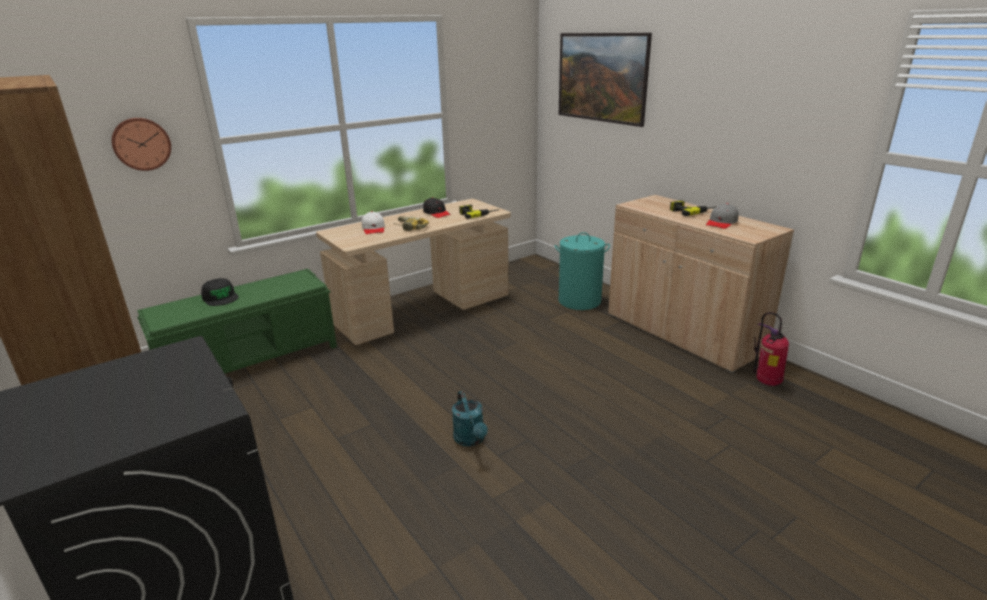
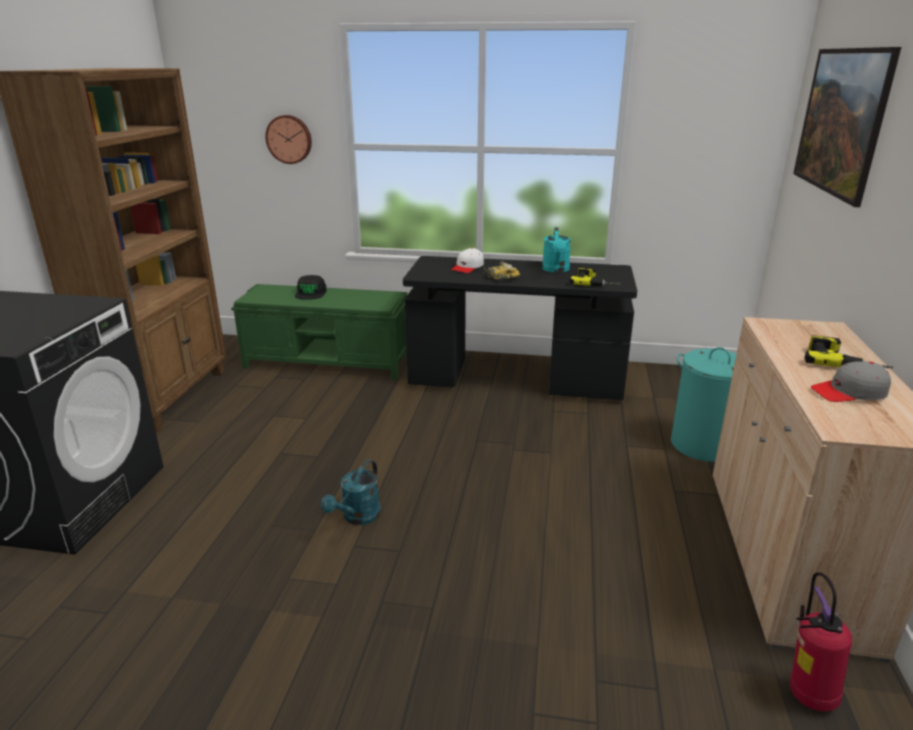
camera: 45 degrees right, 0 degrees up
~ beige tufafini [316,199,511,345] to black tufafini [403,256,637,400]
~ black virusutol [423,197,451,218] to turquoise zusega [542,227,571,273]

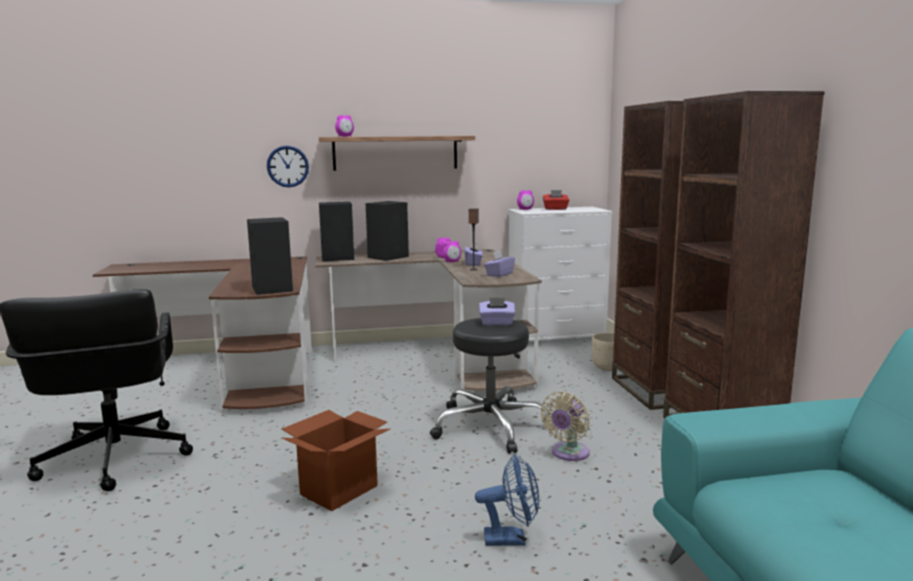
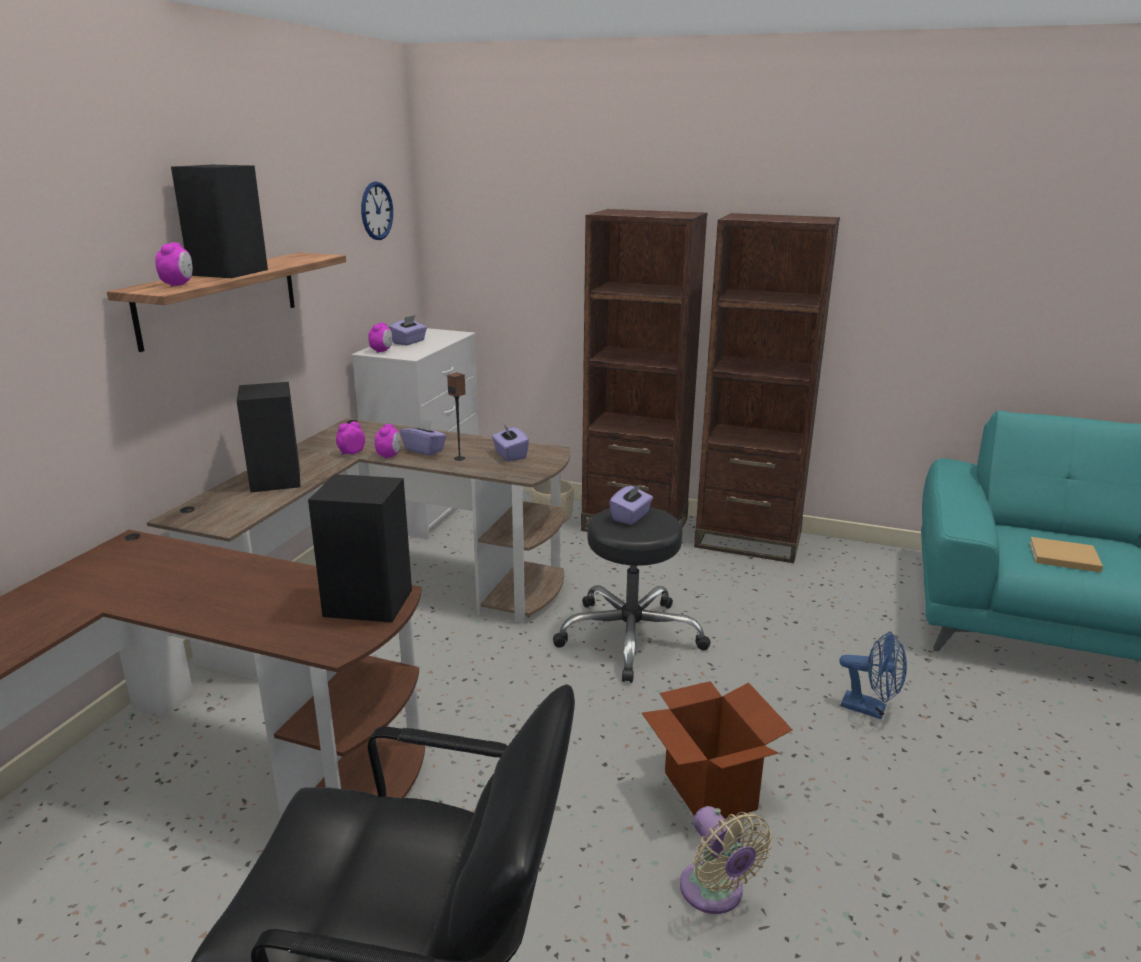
camera: 60 degrees left, 10 degrees up
~ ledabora [267,146,309,187] to [361,181,393,240]
~ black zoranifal [319,202,354,261] to [171,165,268,278]
~ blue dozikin [475,454,539,546] = [839,631,907,719] 90 degrees clockwise
~ beige dozikin [540,392,590,461] to [680,806,772,914]
~ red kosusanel [543,190,569,210] to purple kosusanel [389,315,427,345]
+ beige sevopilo [1029,537,1103,573]

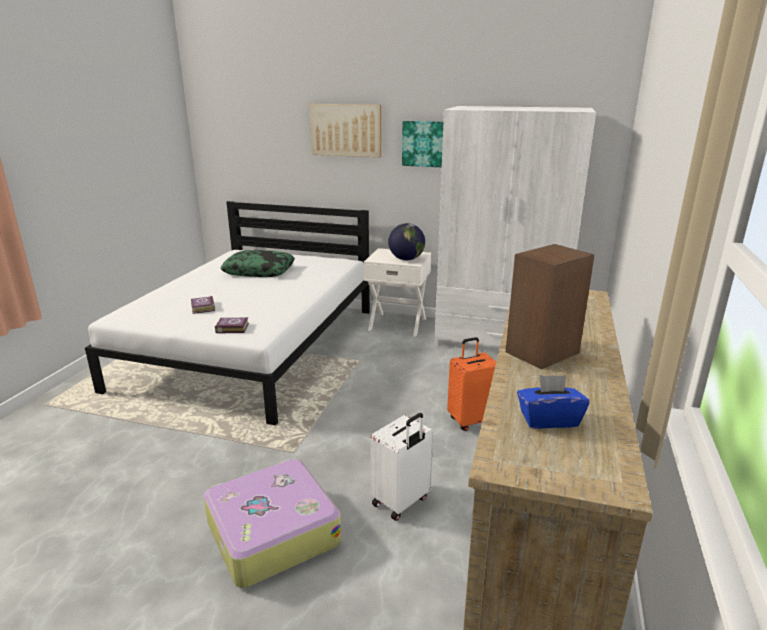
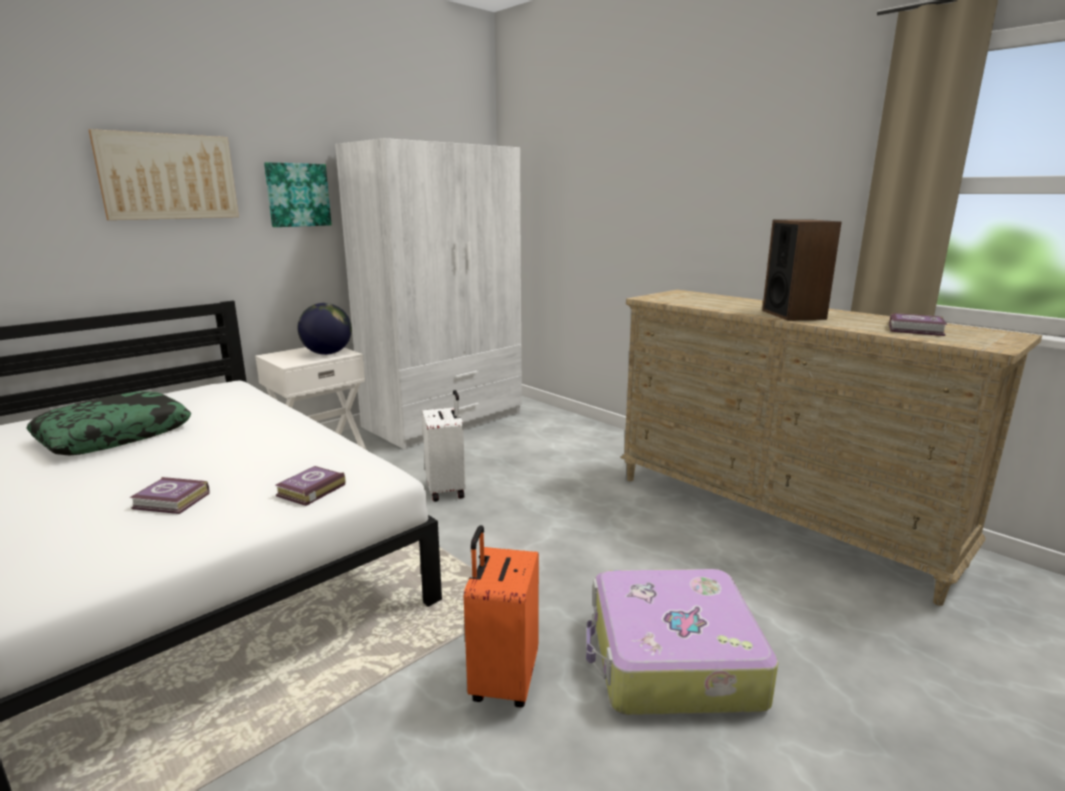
camera: 60 degrees left, 5 degrees down
~ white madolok [371,413,434,521] to [422,390,466,502]
~ orange madolok [447,337,496,431] to [464,525,539,708]
~ blue kosusanel [517,375,590,429] to sevopilo [889,313,947,336]

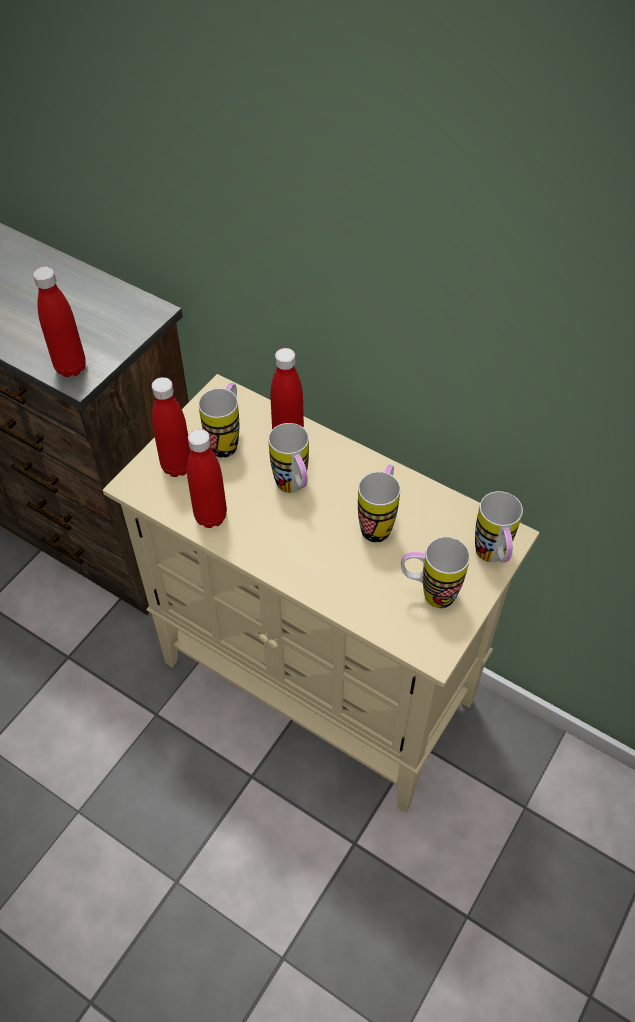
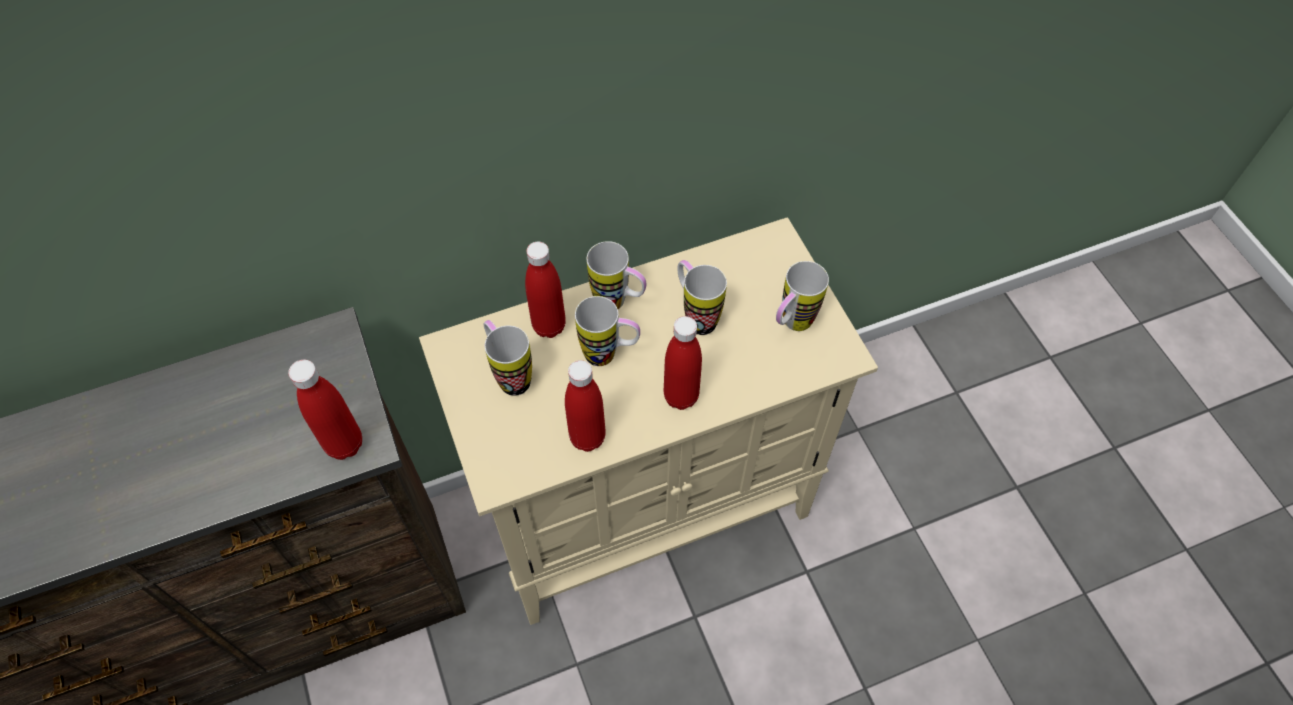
camera: 55 degrees left, 5 degrees up
~ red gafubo [152,377,191,477] to [663,316,702,410]
~ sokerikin [475,491,523,562] to [587,241,647,309]

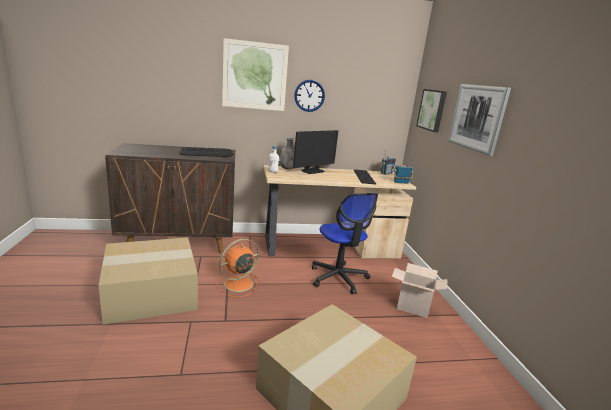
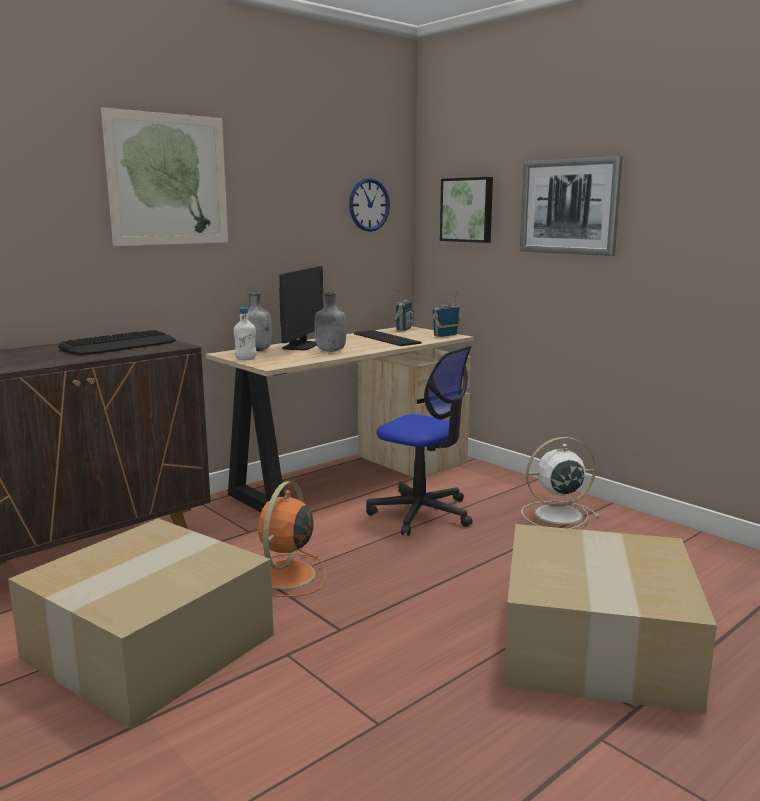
camera: 30 degrees left, 5 degrees down
~ ledabora [294,80,325,112] to [349,178,390,232]
~ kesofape [392,263,448,318] to white dozikin [521,437,599,529]
+ grey gafubo [315,291,346,352]

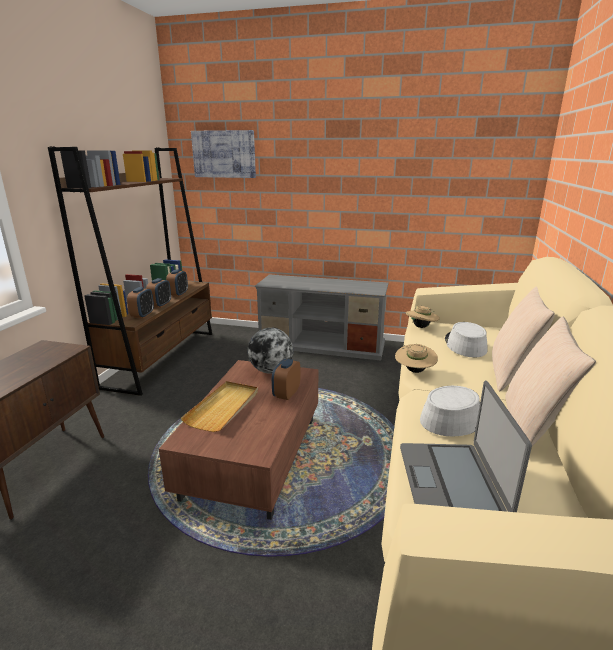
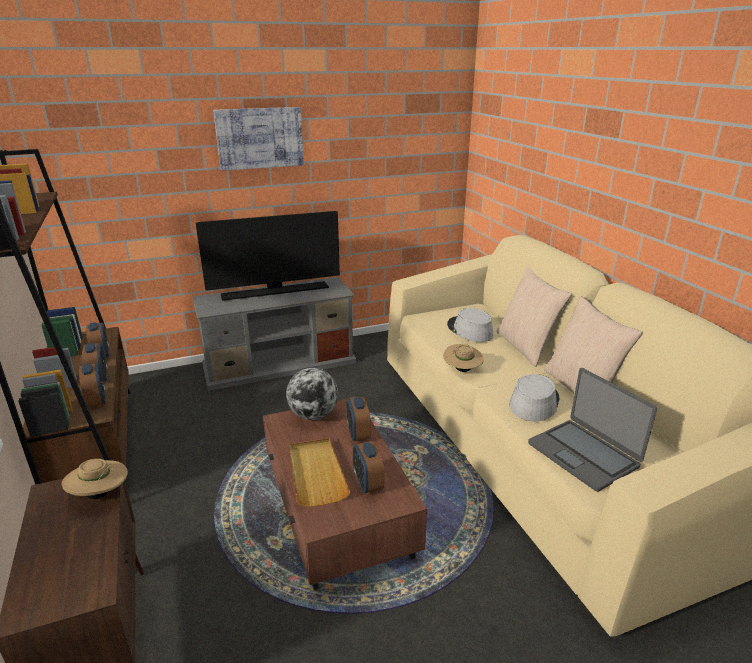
camera: 35 degrees left, 5 degrees up
~ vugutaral [191,130,256,178] to [213,107,304,171]
~ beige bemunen [406,306,440,328] to [62,458,128,499]
+ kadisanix [196,211,340,301]
+ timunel [353,441,384,493]

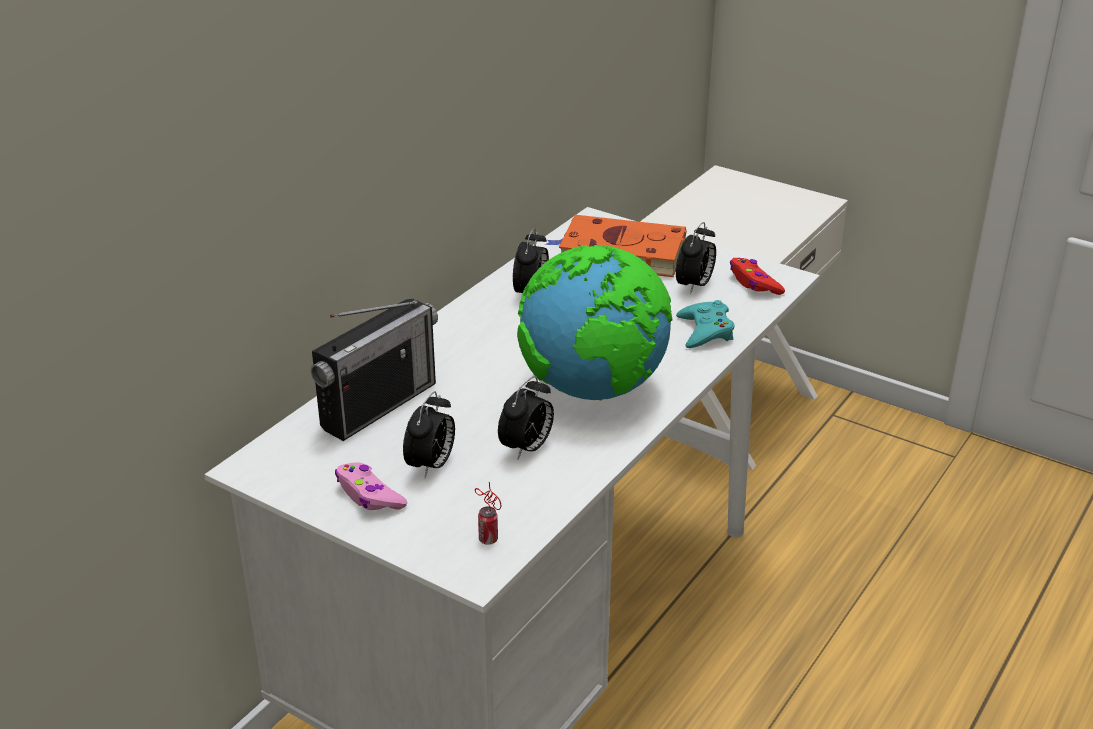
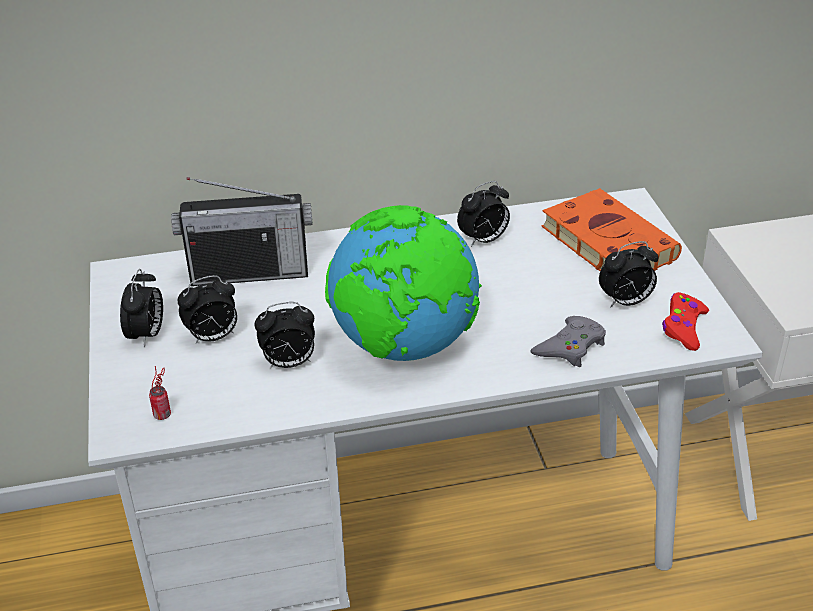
camera: 45 degrees right, 5 degrees up
~ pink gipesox [335,462,407,510] to timunel [120,269,163,347]
~ turquoise gipesox [676,300,735,348] to grey gipesox [530,316,606,367]

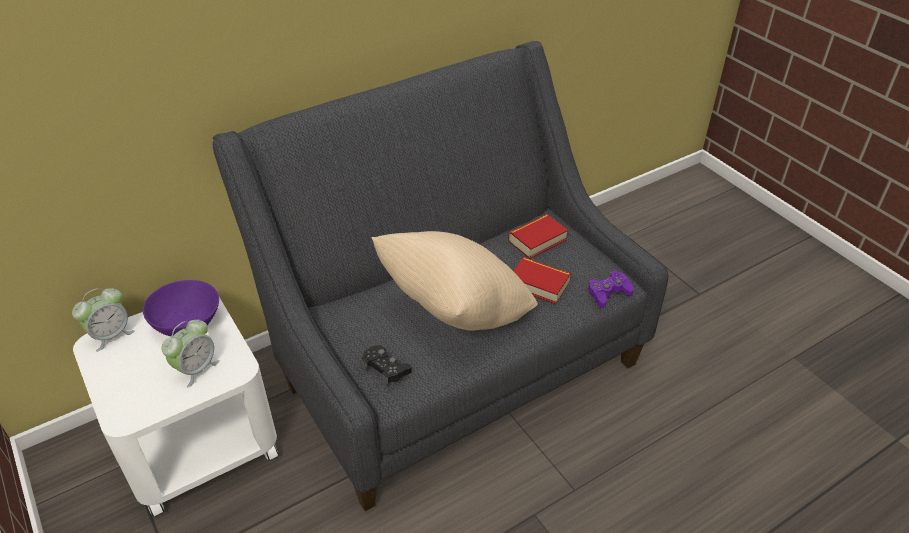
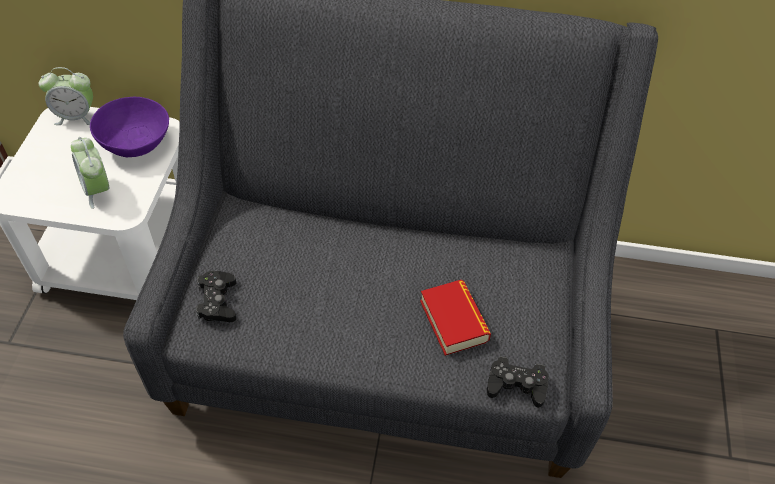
camera: 40 degrees right, 10 degrees up
~ timunel [161,319,220,387] = [71,137,109,209] 75 degrees clockwise
- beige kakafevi [372,231,538,331]
- sevopilo [508,214,568,259]
~ purple gipesox [588,270,634,308] to black gipesox [487,356,549,408]

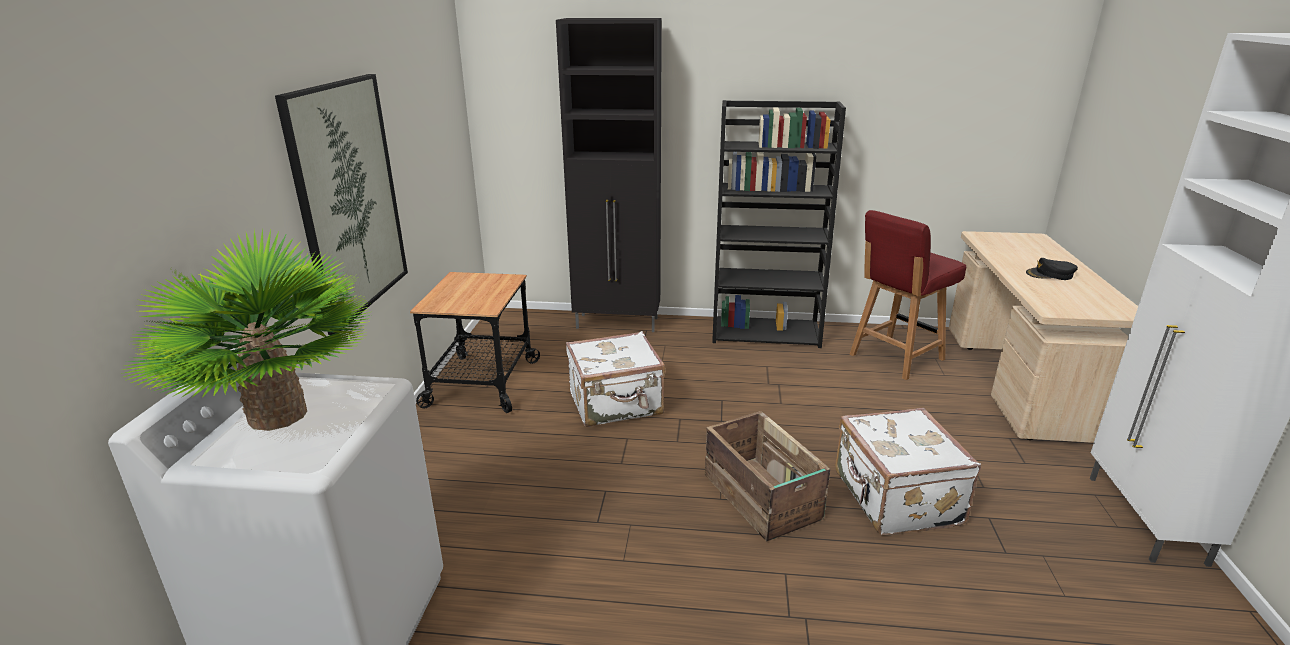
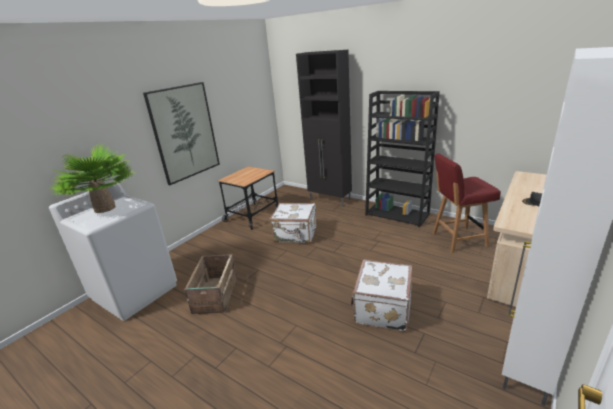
camera: 30 degrees right, 0 degrees up
~ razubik [705,411,831,542] to [184,254,237,314]

